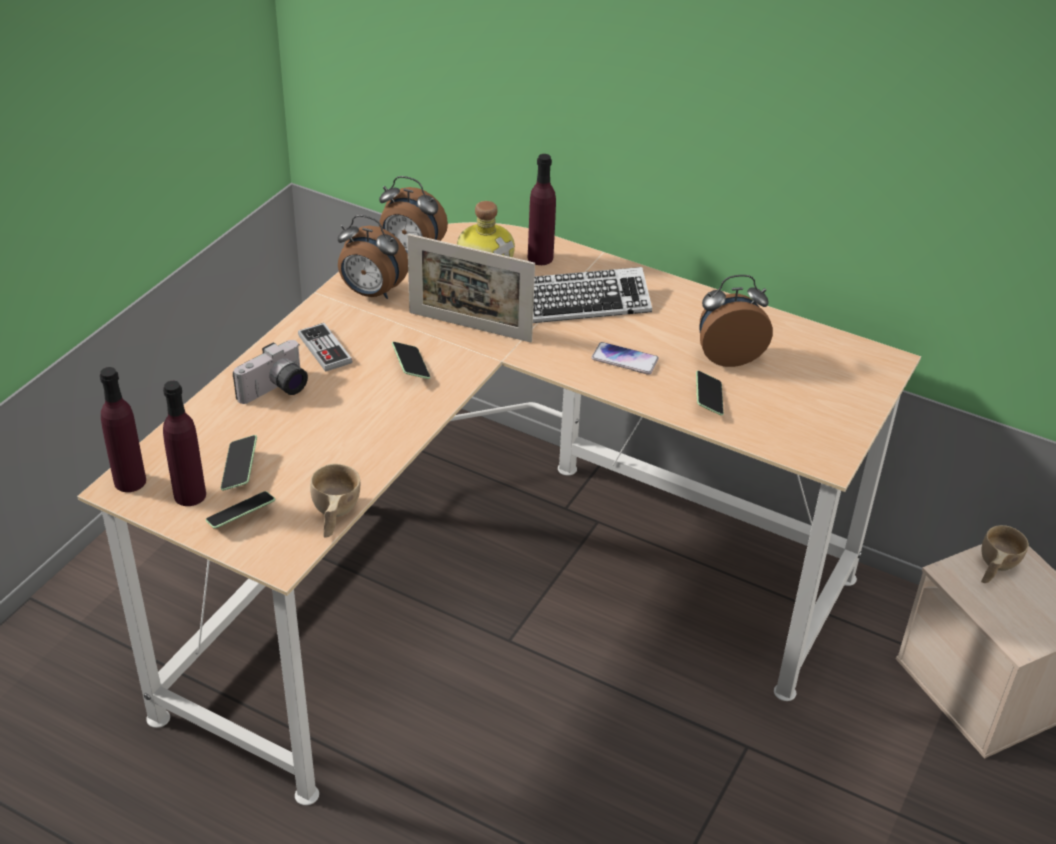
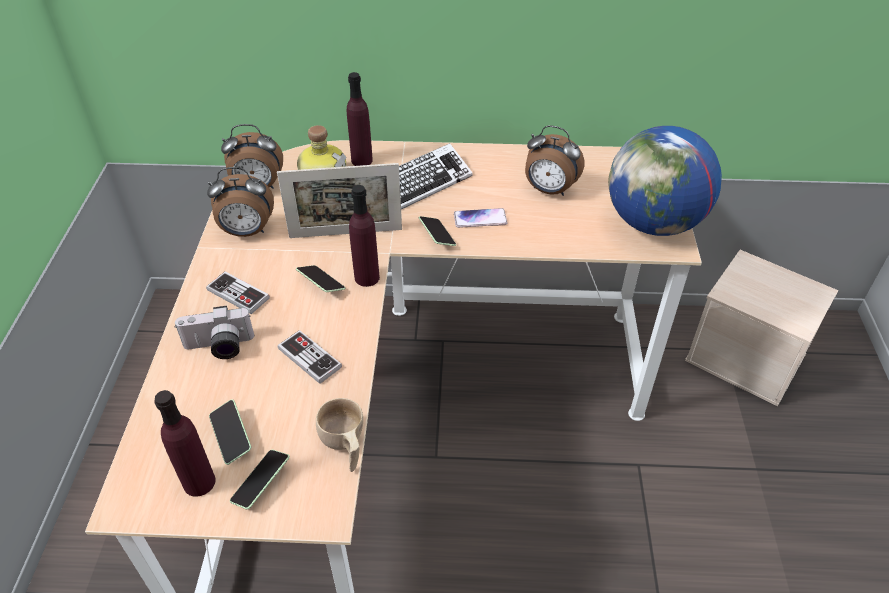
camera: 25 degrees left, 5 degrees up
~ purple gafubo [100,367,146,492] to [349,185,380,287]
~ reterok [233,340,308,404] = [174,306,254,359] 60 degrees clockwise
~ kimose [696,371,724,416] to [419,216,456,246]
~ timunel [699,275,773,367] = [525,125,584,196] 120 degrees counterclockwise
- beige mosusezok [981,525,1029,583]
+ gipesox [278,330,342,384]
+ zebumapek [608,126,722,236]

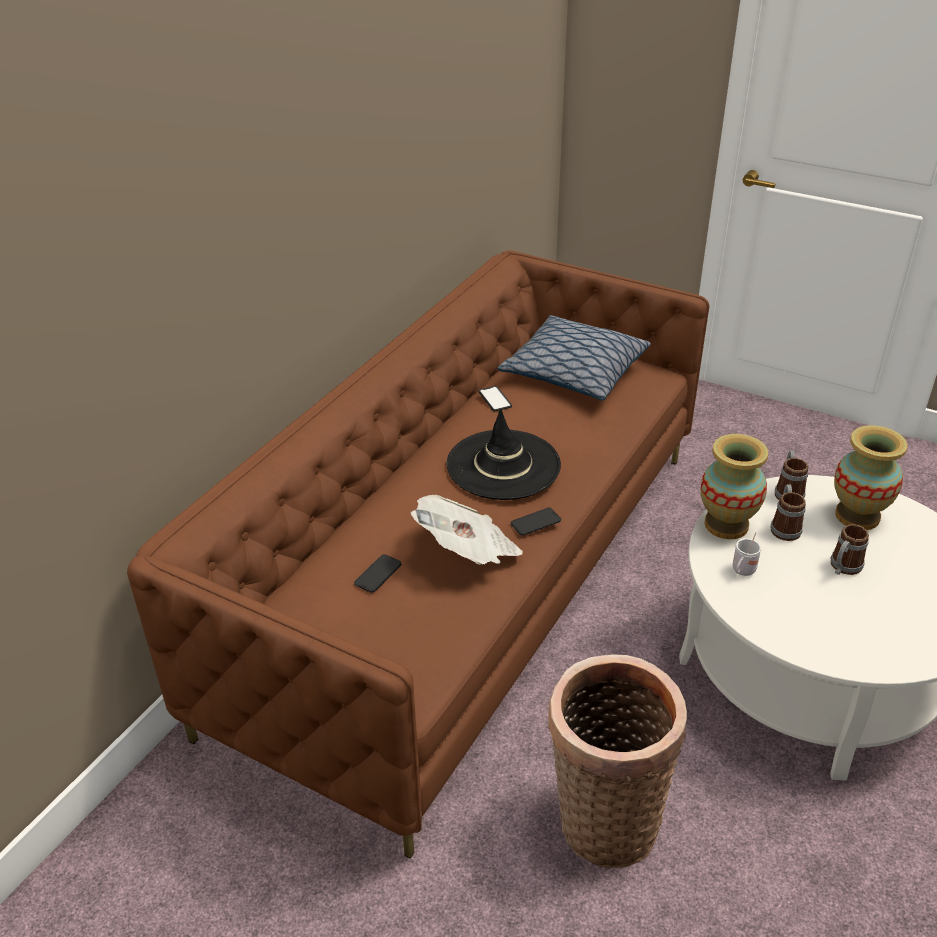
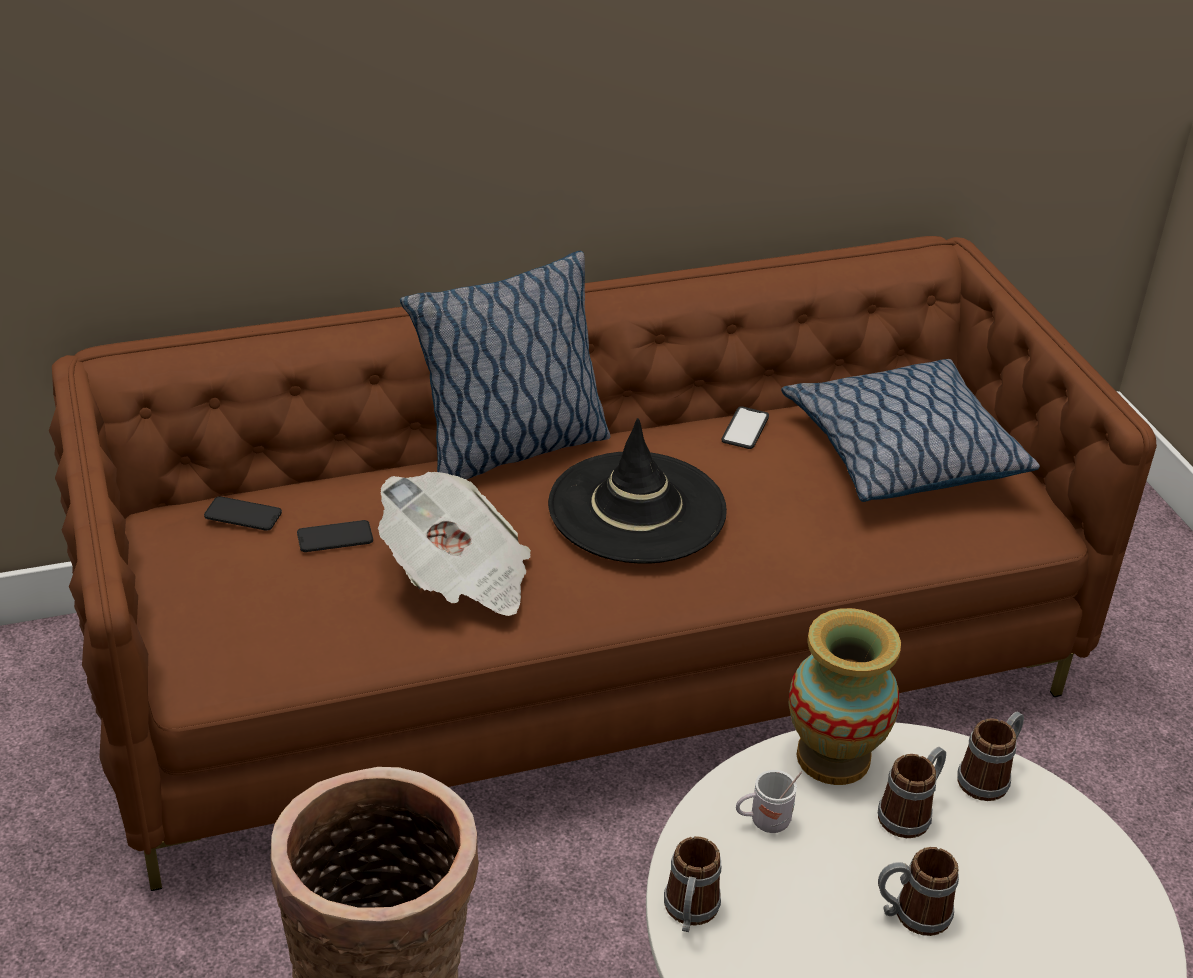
camera: 40 degrees right, 0 degrees up
~ kimose [511,508,561,536] to [204,496,282,531]
- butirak [834,425,907,530]
+ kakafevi [400,251,611,479]
+ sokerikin [664,836,721,932]

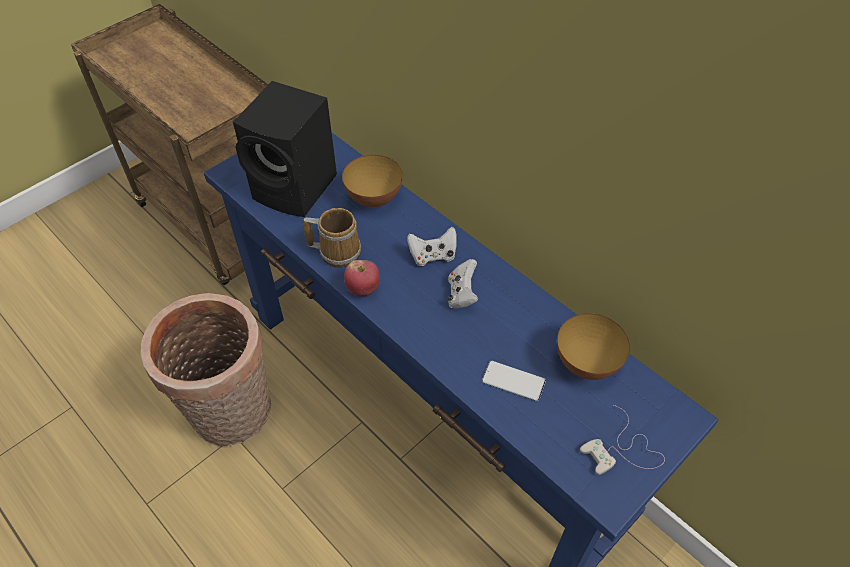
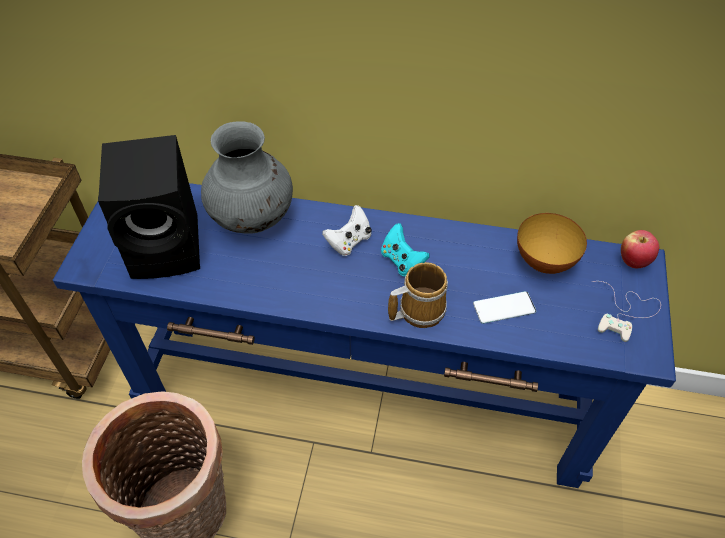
camera: 35 degrees left, 0 degrees up
~ sokerikin [303,208,361,268] to [388,262,448,328]
~ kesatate [342,155,402,207] to grey butirak [201,121,293,234]
~ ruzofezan [344,260,380,296] to [621,230,659,268]
~ white gipesox [448,259,478,309] to turquoise gipesox [381,223,429,276]

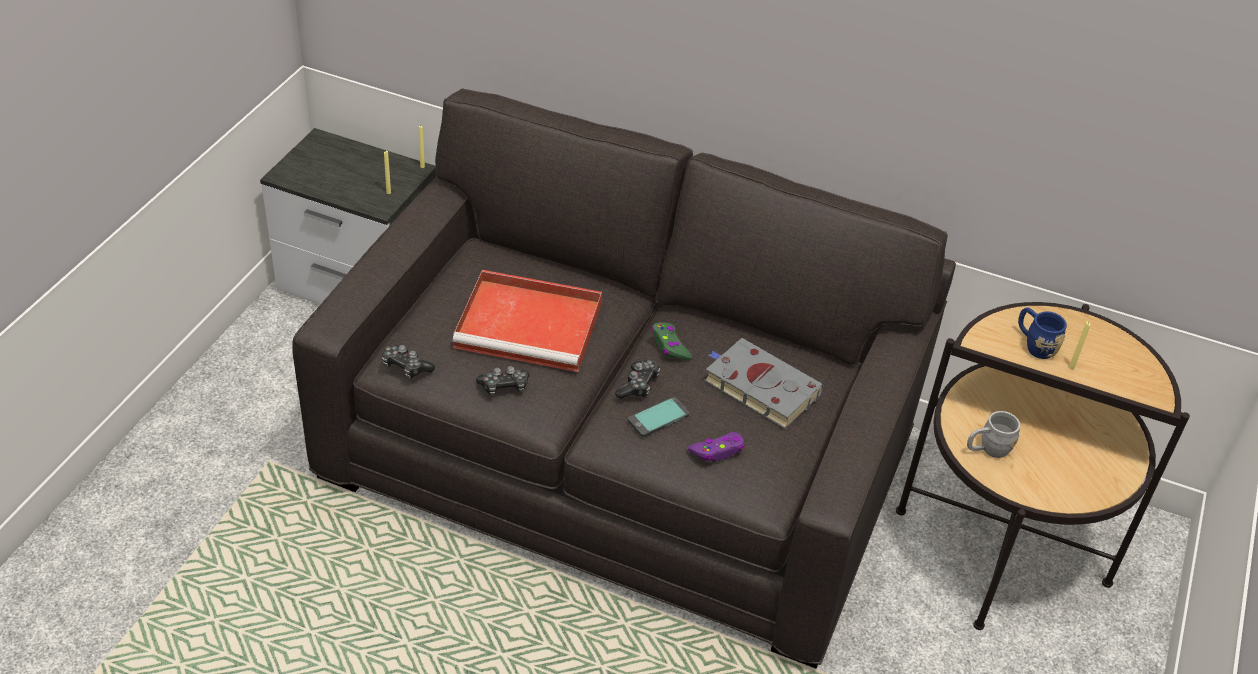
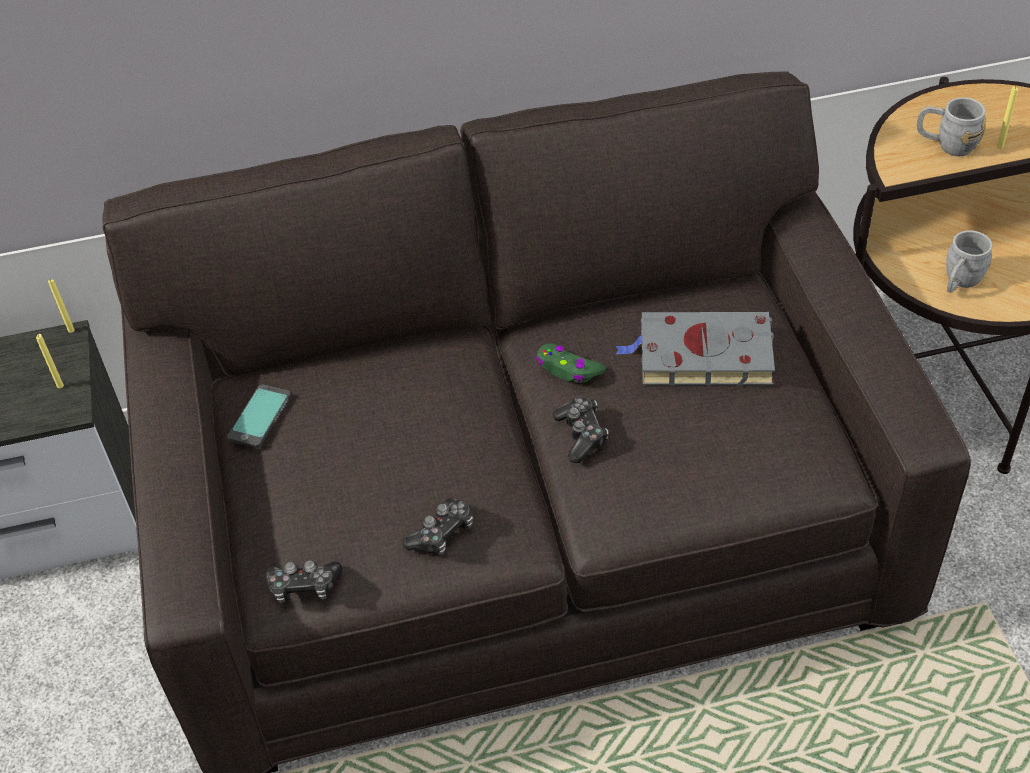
camera: 30 degrees left, 5 degrees up
- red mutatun [452,270,602,372]
~ kimose [628,397,689,437] to [227,384,291,448]
- purple gipesox [688,432,745,462]
~ blue sokerikin [1018,308,1067,359] to grey sokerikin [917,97,986,156]

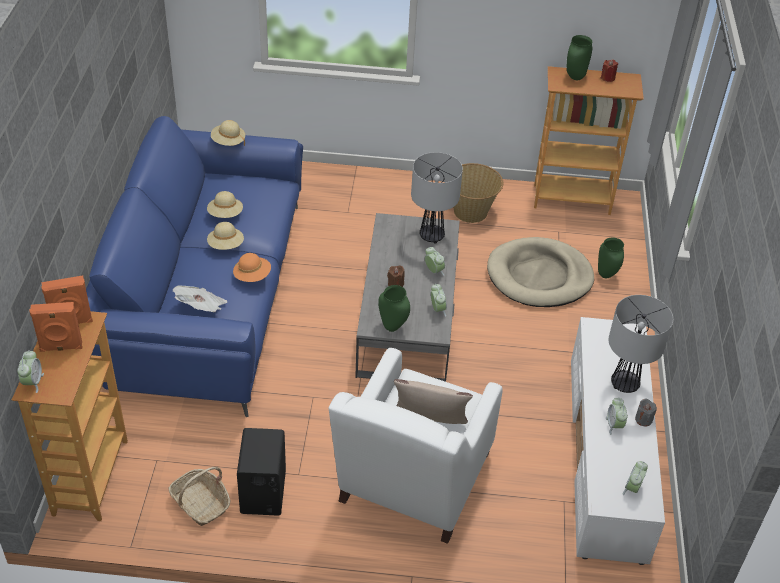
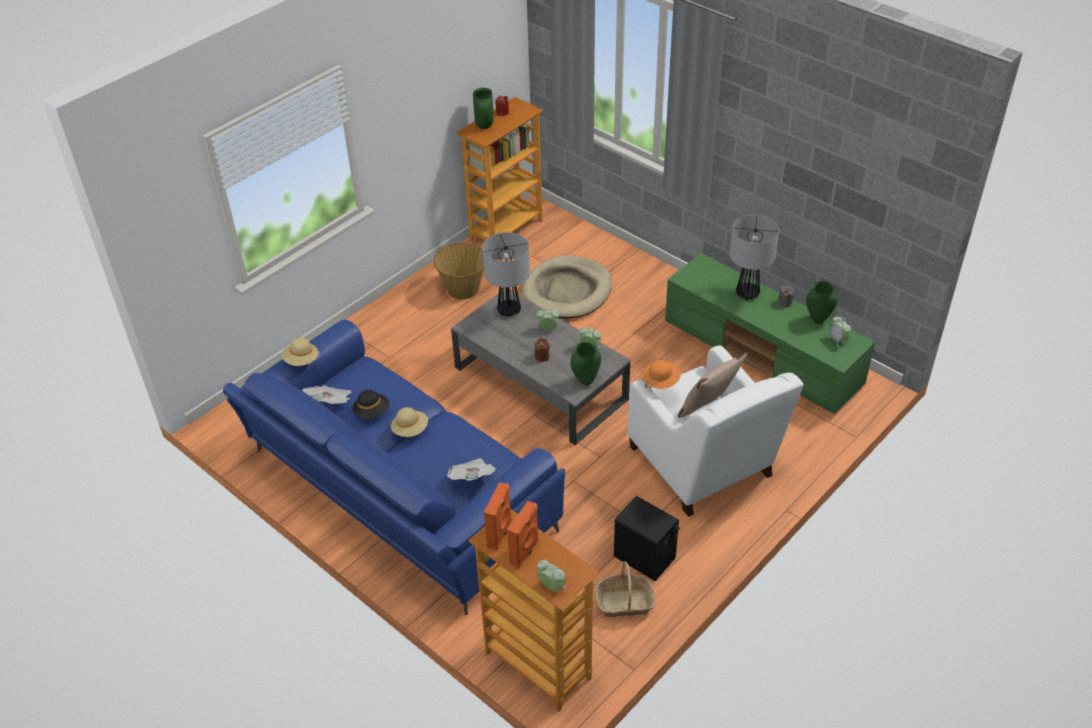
camera: 50 degrees left, 0 degrees up
~ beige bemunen [207,191,243,218] to black bemunen [352,390,389,419]
~ orange bemunen [233,253,271,282] to [643,360,681,389]
~ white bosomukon [571,317,665,565] to green bosomukon [665,253,875,414]
~ green butirak [598,237,624,278] to [806,281,838,324]
- timunel [606,397,628,435]
+ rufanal [302,385,352,404]

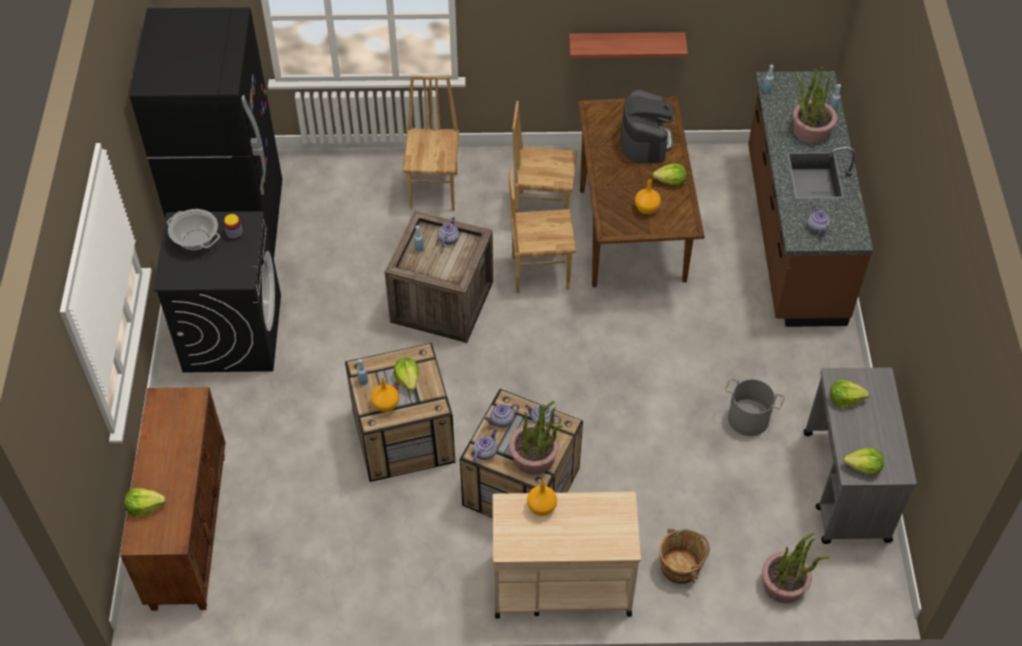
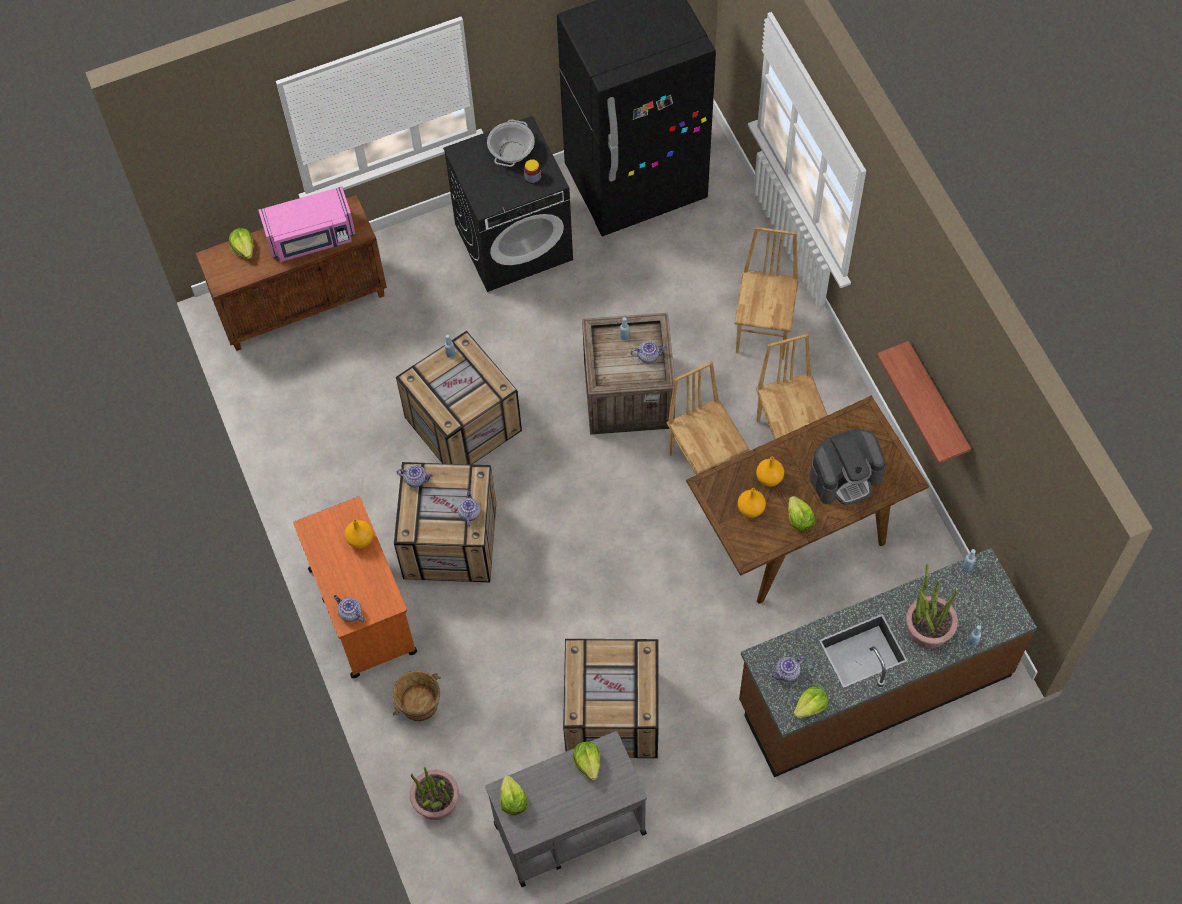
camera: 70 degrees right, 10 degrees up
~ orange butirak [371,378,399,412] to [756,456,784,487]
~ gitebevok [393,358,419,391] to [793,686,828,719]
~ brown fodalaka [403,75,459,211] = [734,227,799,360] 60 degrees counterclockwise
~ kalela [485,403,519,428] to [334,595,365,622]
~ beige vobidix [492,492,641,619] to orange vobidix [293,497,417,678]
- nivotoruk [509,401,563,475]
~ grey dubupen [725,378,785,436] to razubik [563,639,659,758]
+ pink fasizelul [258,186,356,262]

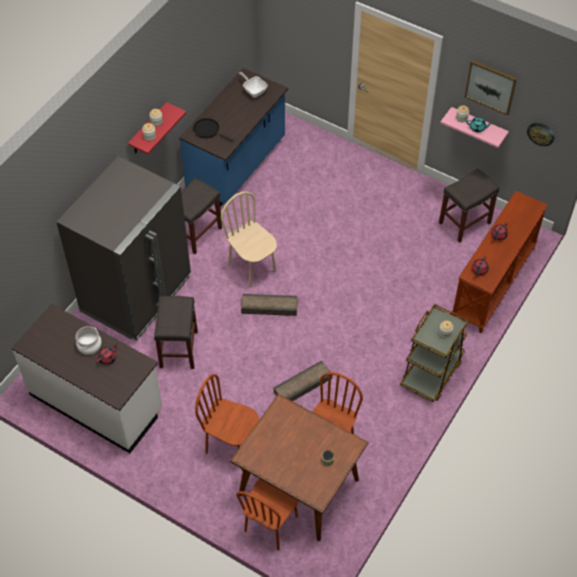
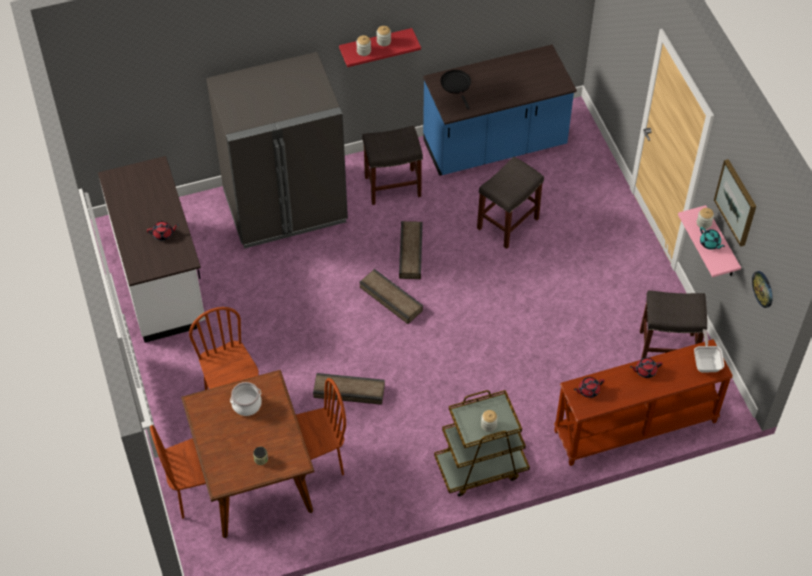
camera: 40 degrees right, 0 degrees up
~ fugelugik [75,326,102,355] to [230,382,262,416]
~ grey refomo [154,296,198,369] to [477,157,544,249]
~ beige fodalaka [221,191,277,287] to razubik [399,221,423,279]
~ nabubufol [239,72,268,97] to [694,329,724,372]

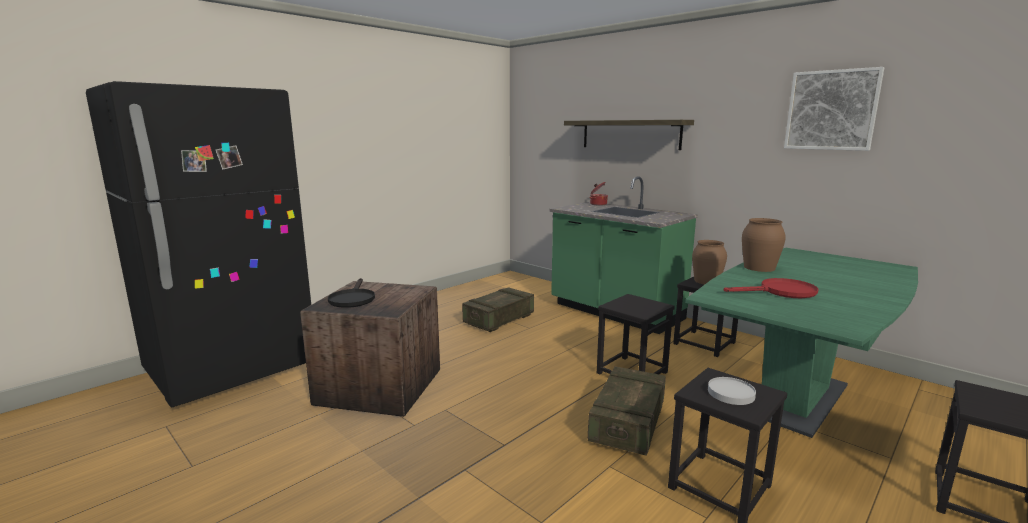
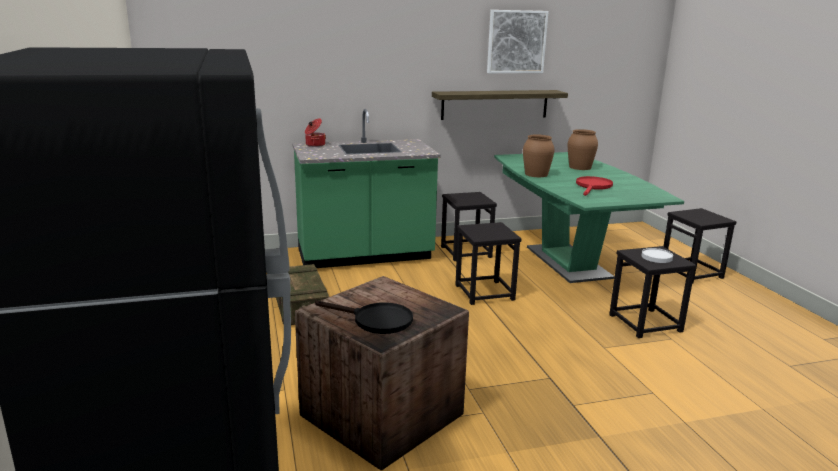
camera: 60 degrees left, 5 degrees up
~ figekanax [564,120,694,150] to [432,90,568,120]
- razubik [588,366,666,456]
~ brown butirak [692,240,727,284] to [568,129,598,170]

